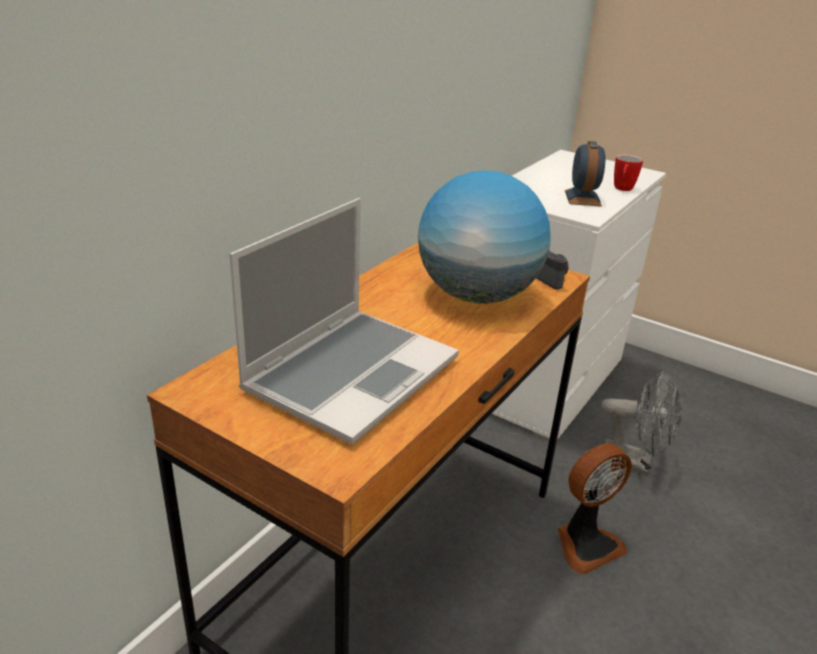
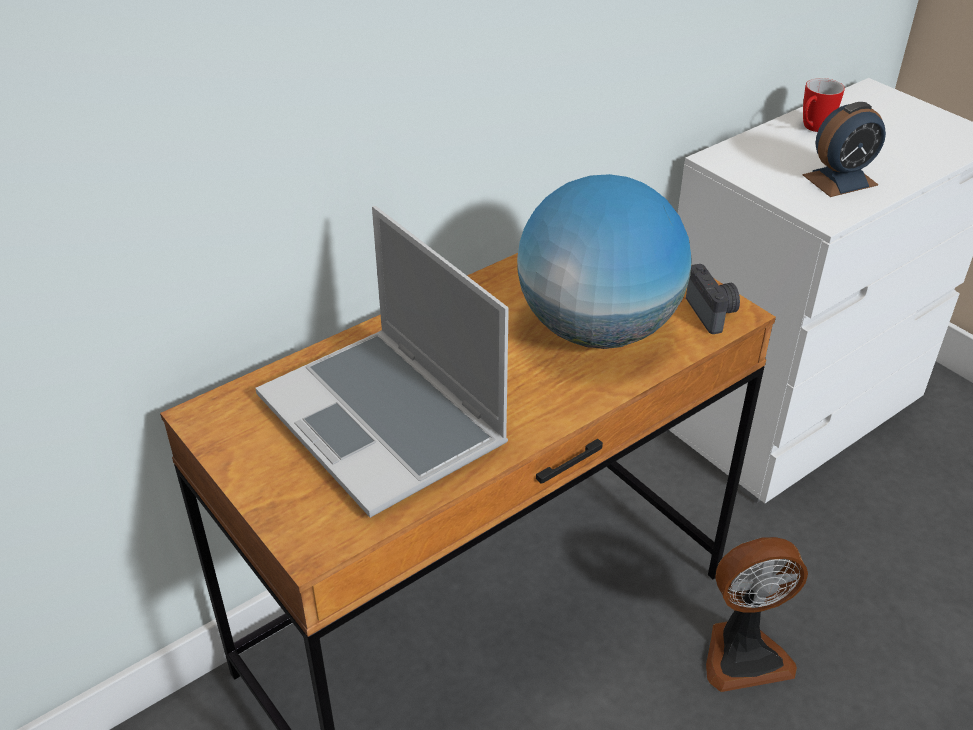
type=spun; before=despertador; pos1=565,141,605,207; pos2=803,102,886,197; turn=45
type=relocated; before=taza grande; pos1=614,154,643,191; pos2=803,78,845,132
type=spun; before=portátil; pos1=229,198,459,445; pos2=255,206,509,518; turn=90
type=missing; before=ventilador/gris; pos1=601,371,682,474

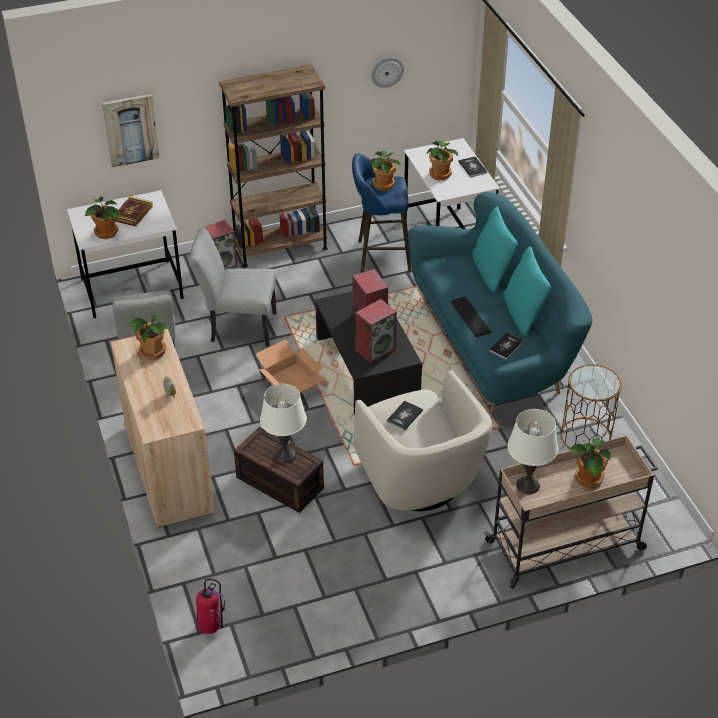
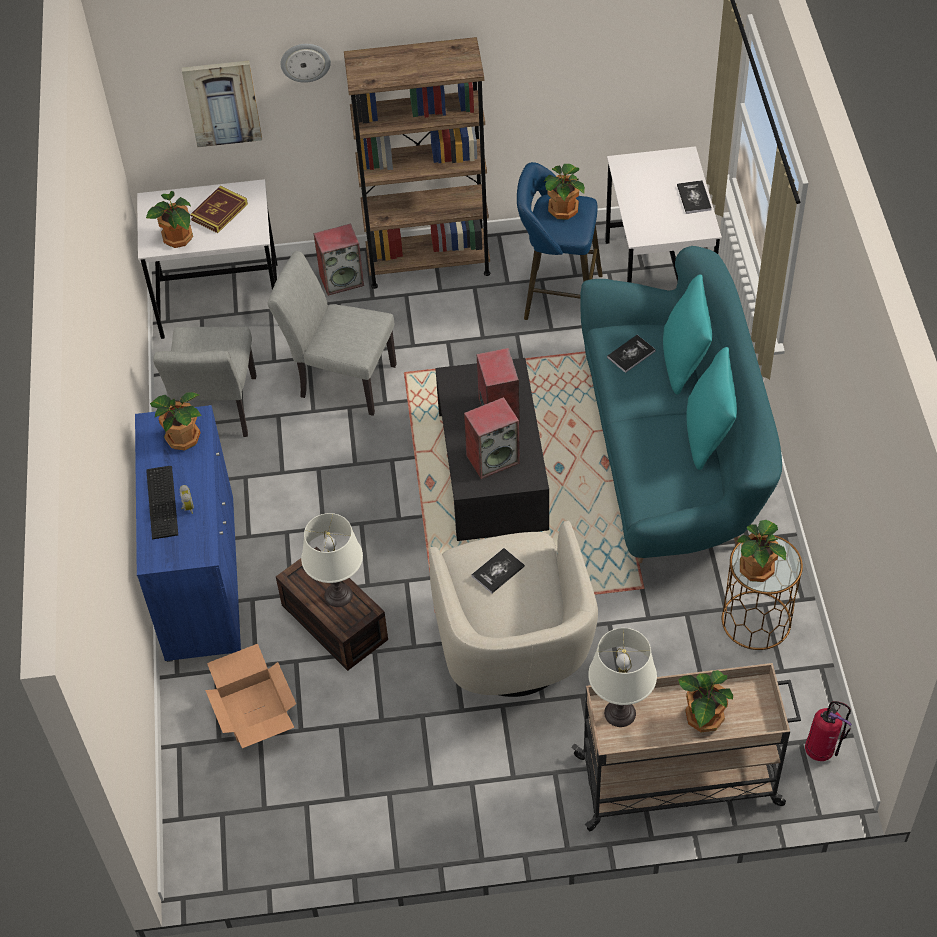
type=relocated; before=reloj de pared; pos1=371,57,404,88; pos2=280,44,331,83
type=relocated; before=planta en maceta; pos1=427,141,458,181; pos2=737,520,786,582
type=relocated; before=teclado; pos1=451,297,492,337; pos2=146,466,178,540
type=colour; before=armario/beis; after=armario/azul; pos1=111,329,214,528; pos2=135,405,241,662
type=relocated; before=libro; pos1=489,332,524,360; pos2=607,335,656,373
type=relocated; before=caja de cartón; pos1=255,339,326,393; pos2=205,644,296,748
type=relocated; before=extintor; pos1=196,579,225,634; pos2=805,701,852,761

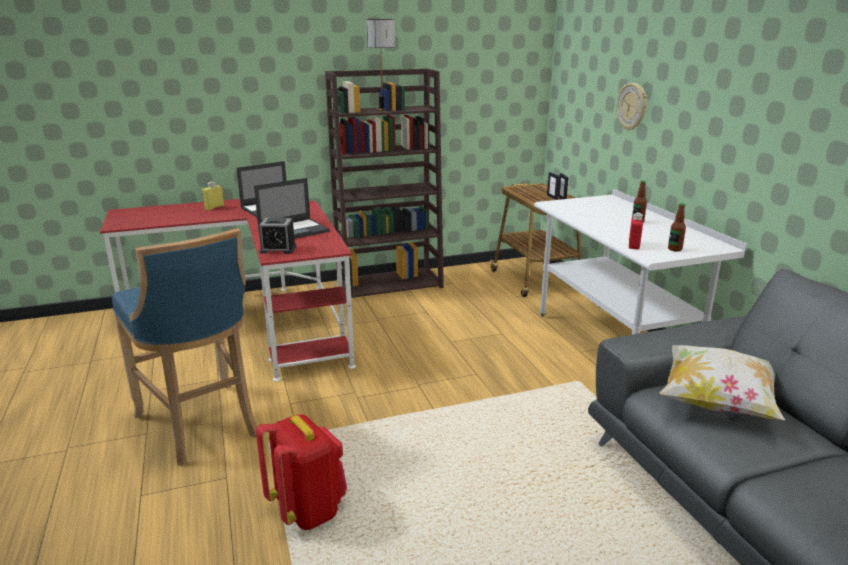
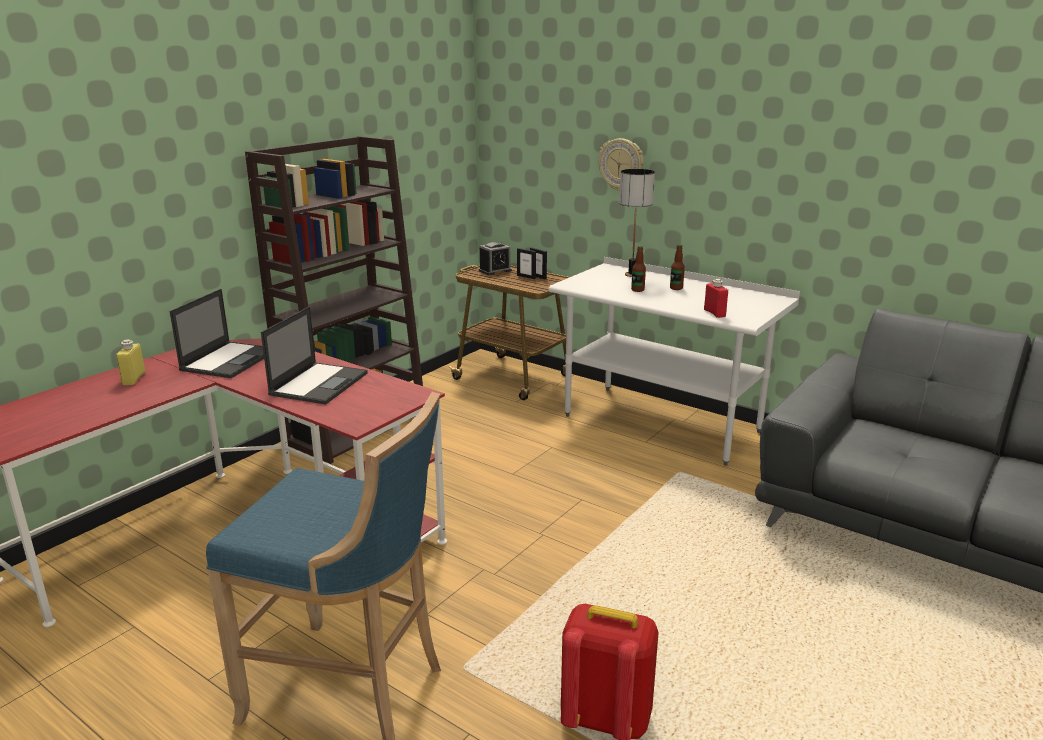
type=relocated; before=lámpara de mesa; pos1=366,19,395,111; pos2=619,169,655,277
type=relocated; before=botella; pos1=668,203,686,252; pos2=631,245,646,292
type=relocated; before=despertador; pos1=259,217,296,254; pos2=479,242,512,275
type=missing; before=cojín; pos1=660,345,785,420

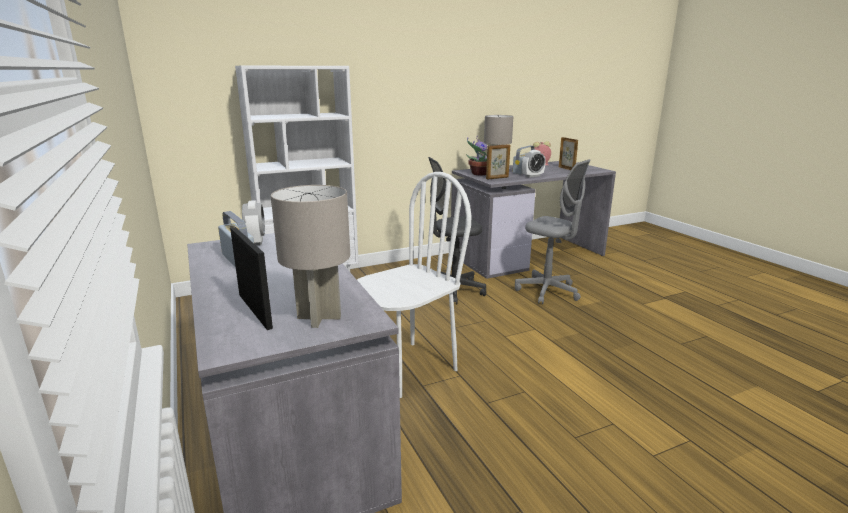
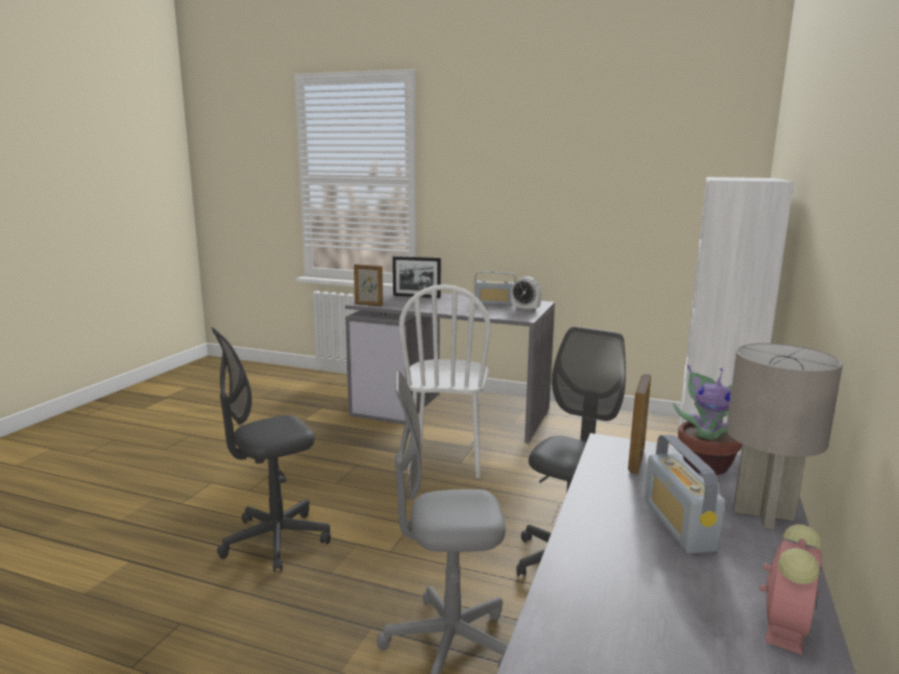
type=relocated; before=portarretratos; pos1=559,137,578,170; pos2=354,264,383,306
type=missing; before=despertador; pos1=522,150,546,178
type=missing; before=lámpara de mesa/gris; pos1=271,185,350,328
type=appeared; after=silla de oficina/gris; pos2=211,327,331,572

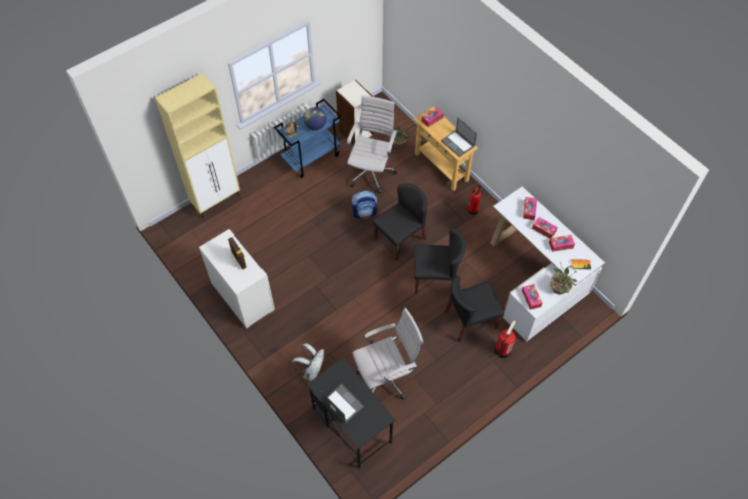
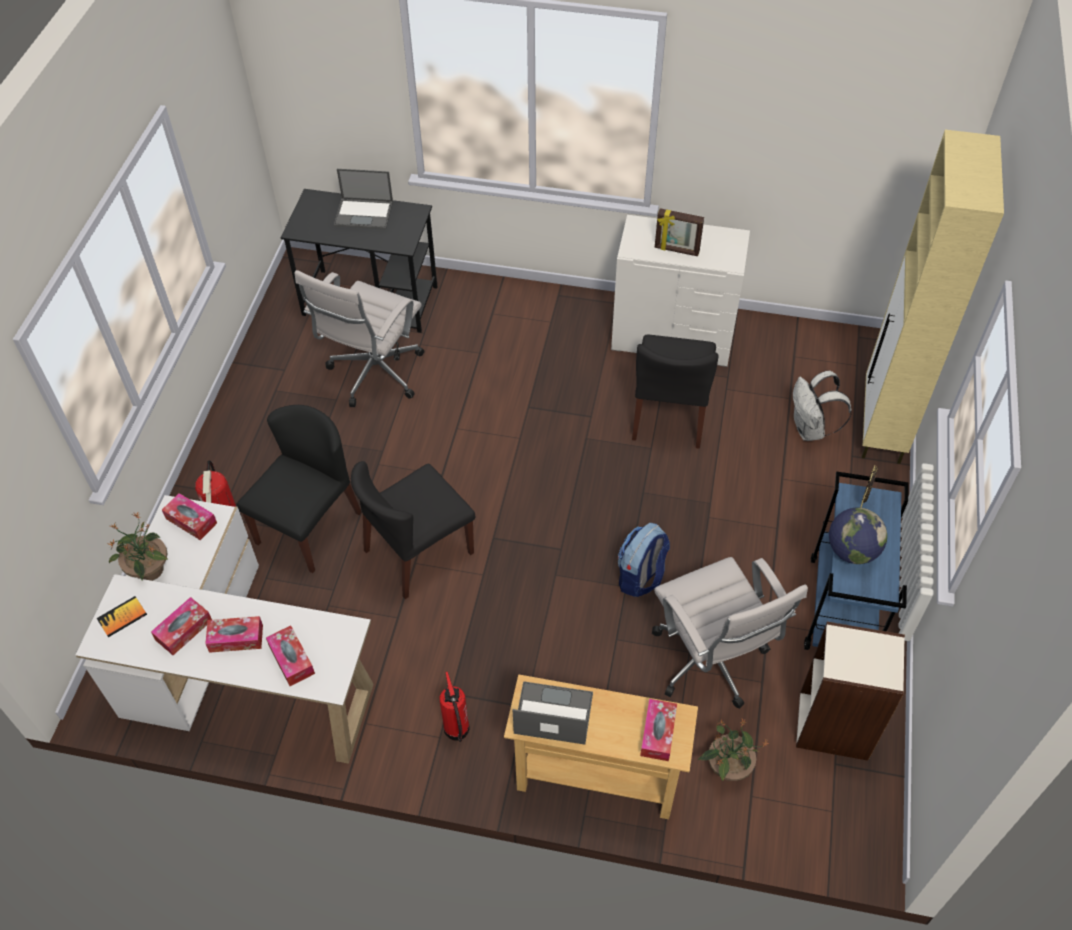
type=relocated; before=silla/negro; pos1=372,183,427,261; pos2=632,335,719,449
type=relocated; before=mochila/blanco; pos1=292,343,324,381; pos2=793,371,851,441

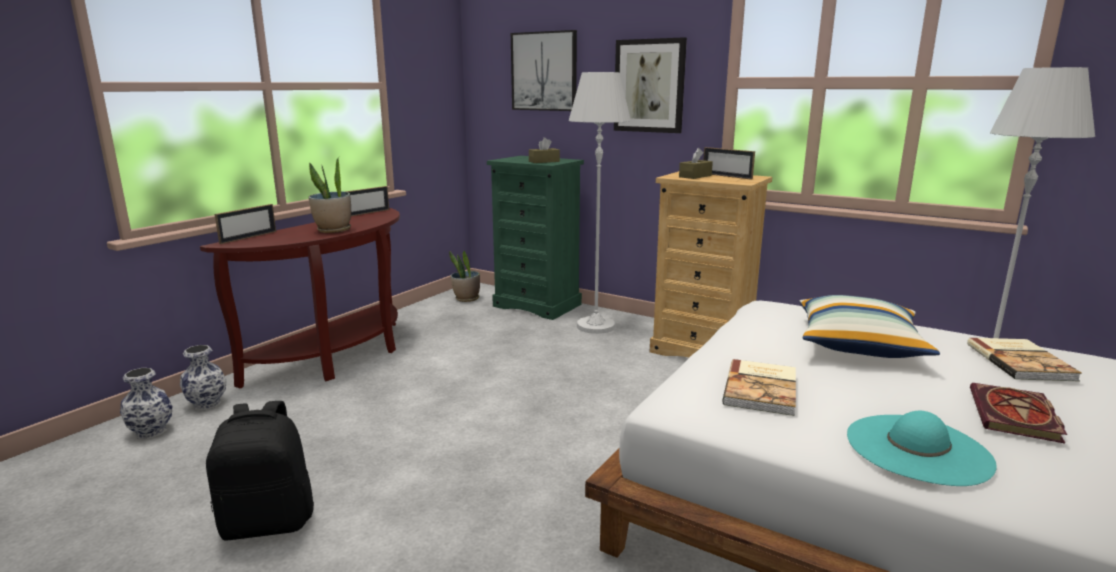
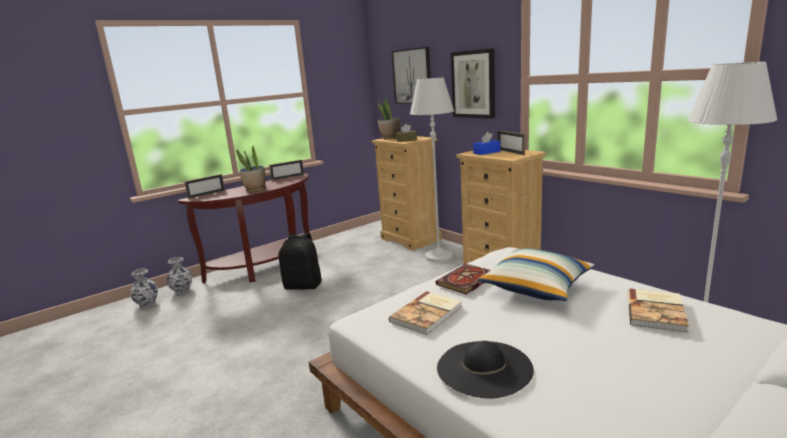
type=colour; before=caja de pañuelos/marrón; after=caja de pañuelos/azul; pos1=679,148,713,179; pos2=473,132,500,155
type=colour; before=cómoda/verde; after=cómoda/beis; pos1=487,156,584,320; pos2=372,136,441,251
type=relocated; before=planta en maceta; pos1=449,251,480,302; pos2=377,98,400,139
type=relocated; before=libro; pos1=970,383,1067,444; pos2=435,264,491,294
type=relocated; before=mochila/negro; pos1=206,401,314,541; pos2=279,233,322,290
type=colour; before=sombrero/turquesa; after=sombrero/negro; pos1=847,411,997,486; pos2=437,341,534,399

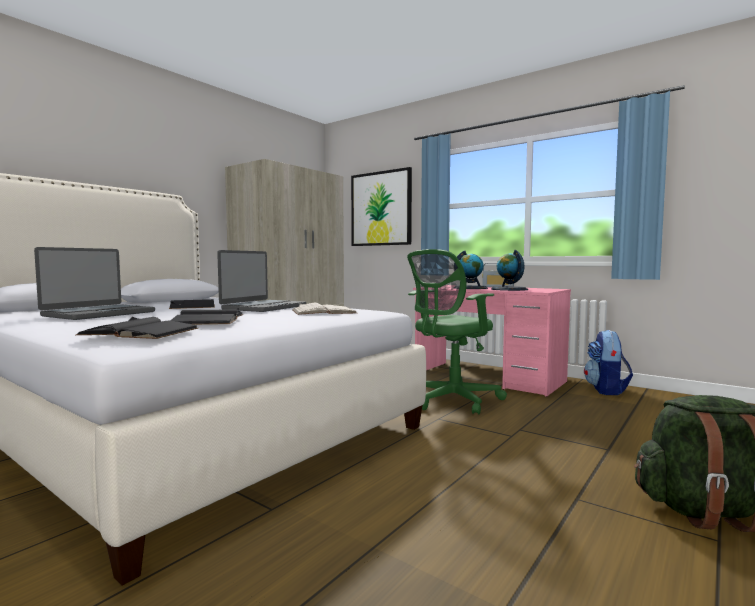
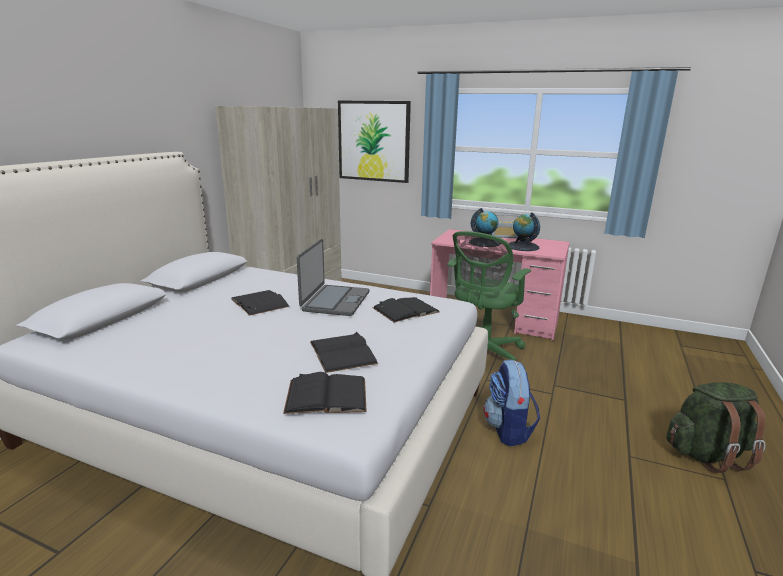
type=missing; before=portátil; pos1=34,247,155,320
type=colour; before=libro/blanco; after=libro/negro; pos1=292,303,357,315; pos2=372,297,439,323
type=relocated; before=mochila; pos1=584,330,633,395; pos2=484,359,540,446

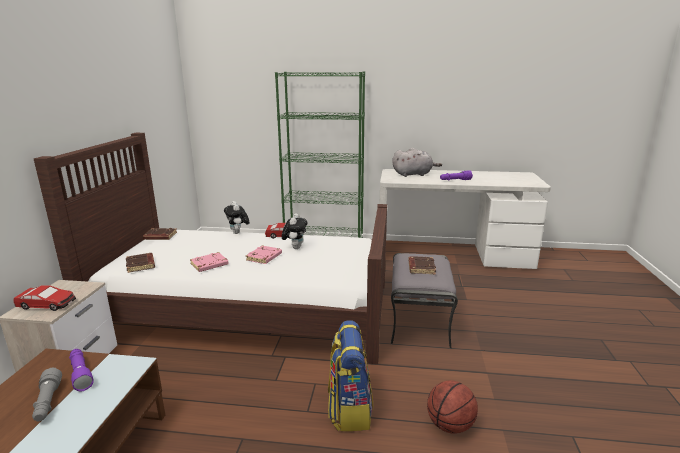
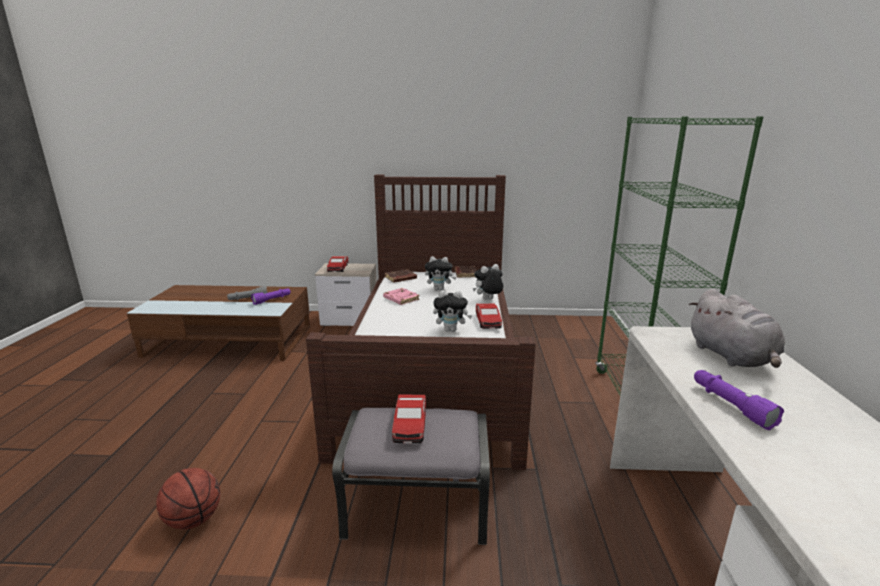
type=missing; before=libro/rosa; pos1=246,245,282,264
type=exchanged; before=libro/marrón; after=coche de juguete; pos1=408,256,436,274; pos2=392,395,426,443
type=missing; before=mochila; pos1=328,320,373,431
type=appeared; after=peluche; pos2=425,256,456,290

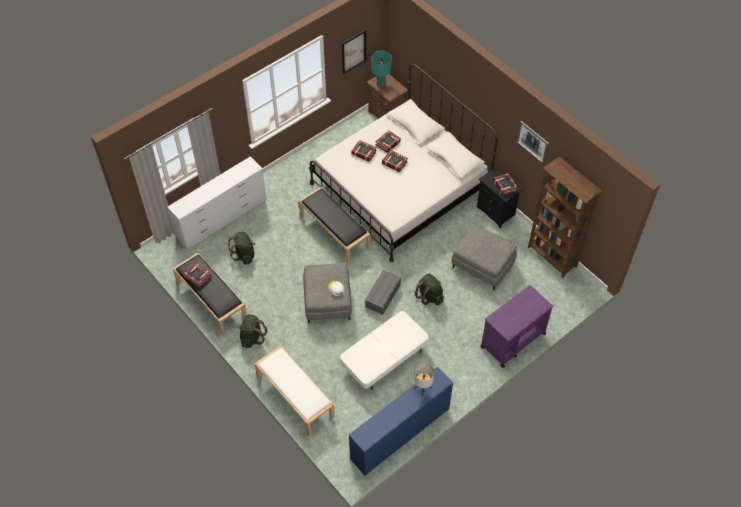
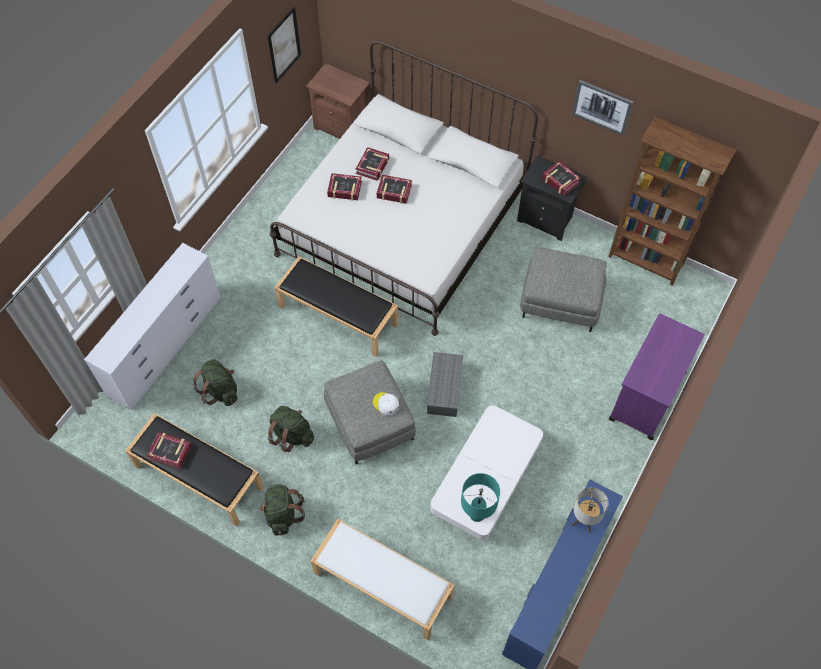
type=relocated; before=lámpara de mesa/turquesa; pos1=371,50,392,87; pos2=461,473,500,522
type=relocated; before=mochila/verde; pos1=415,274,444,305; pos2=268,406,314,452

